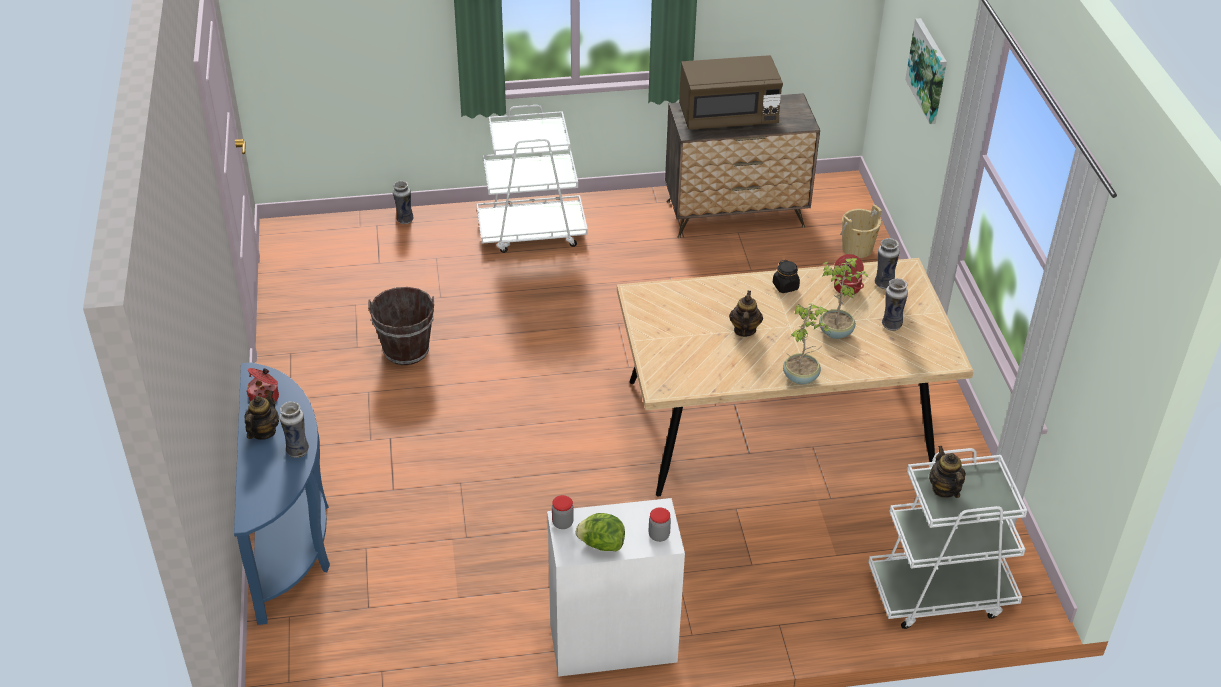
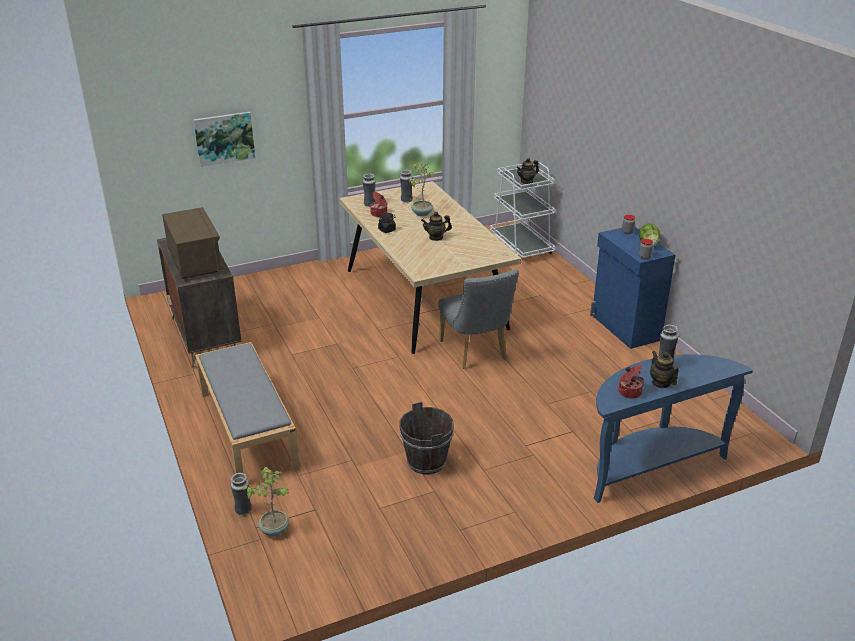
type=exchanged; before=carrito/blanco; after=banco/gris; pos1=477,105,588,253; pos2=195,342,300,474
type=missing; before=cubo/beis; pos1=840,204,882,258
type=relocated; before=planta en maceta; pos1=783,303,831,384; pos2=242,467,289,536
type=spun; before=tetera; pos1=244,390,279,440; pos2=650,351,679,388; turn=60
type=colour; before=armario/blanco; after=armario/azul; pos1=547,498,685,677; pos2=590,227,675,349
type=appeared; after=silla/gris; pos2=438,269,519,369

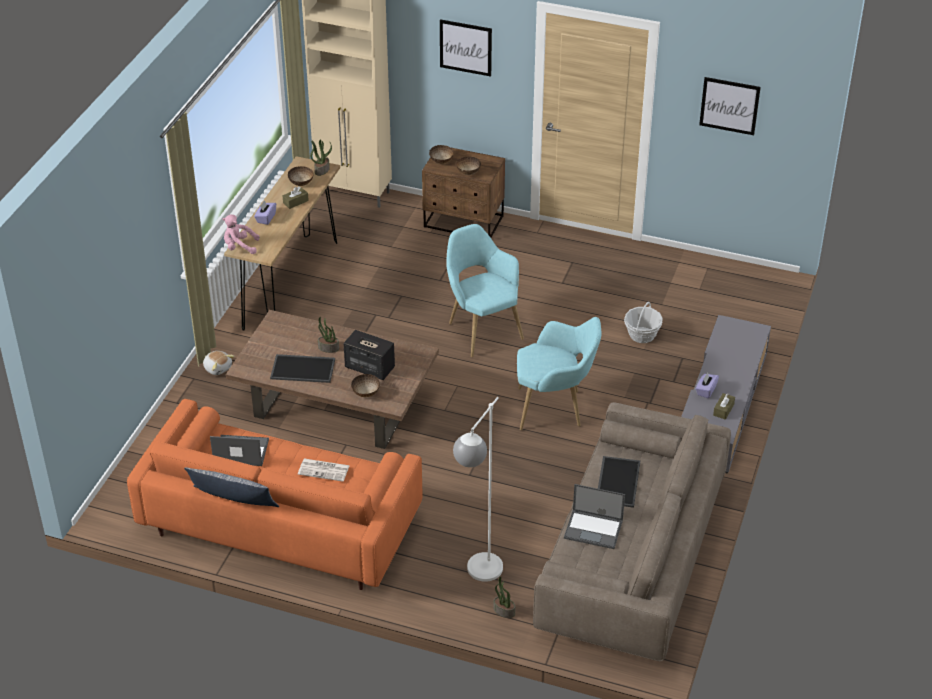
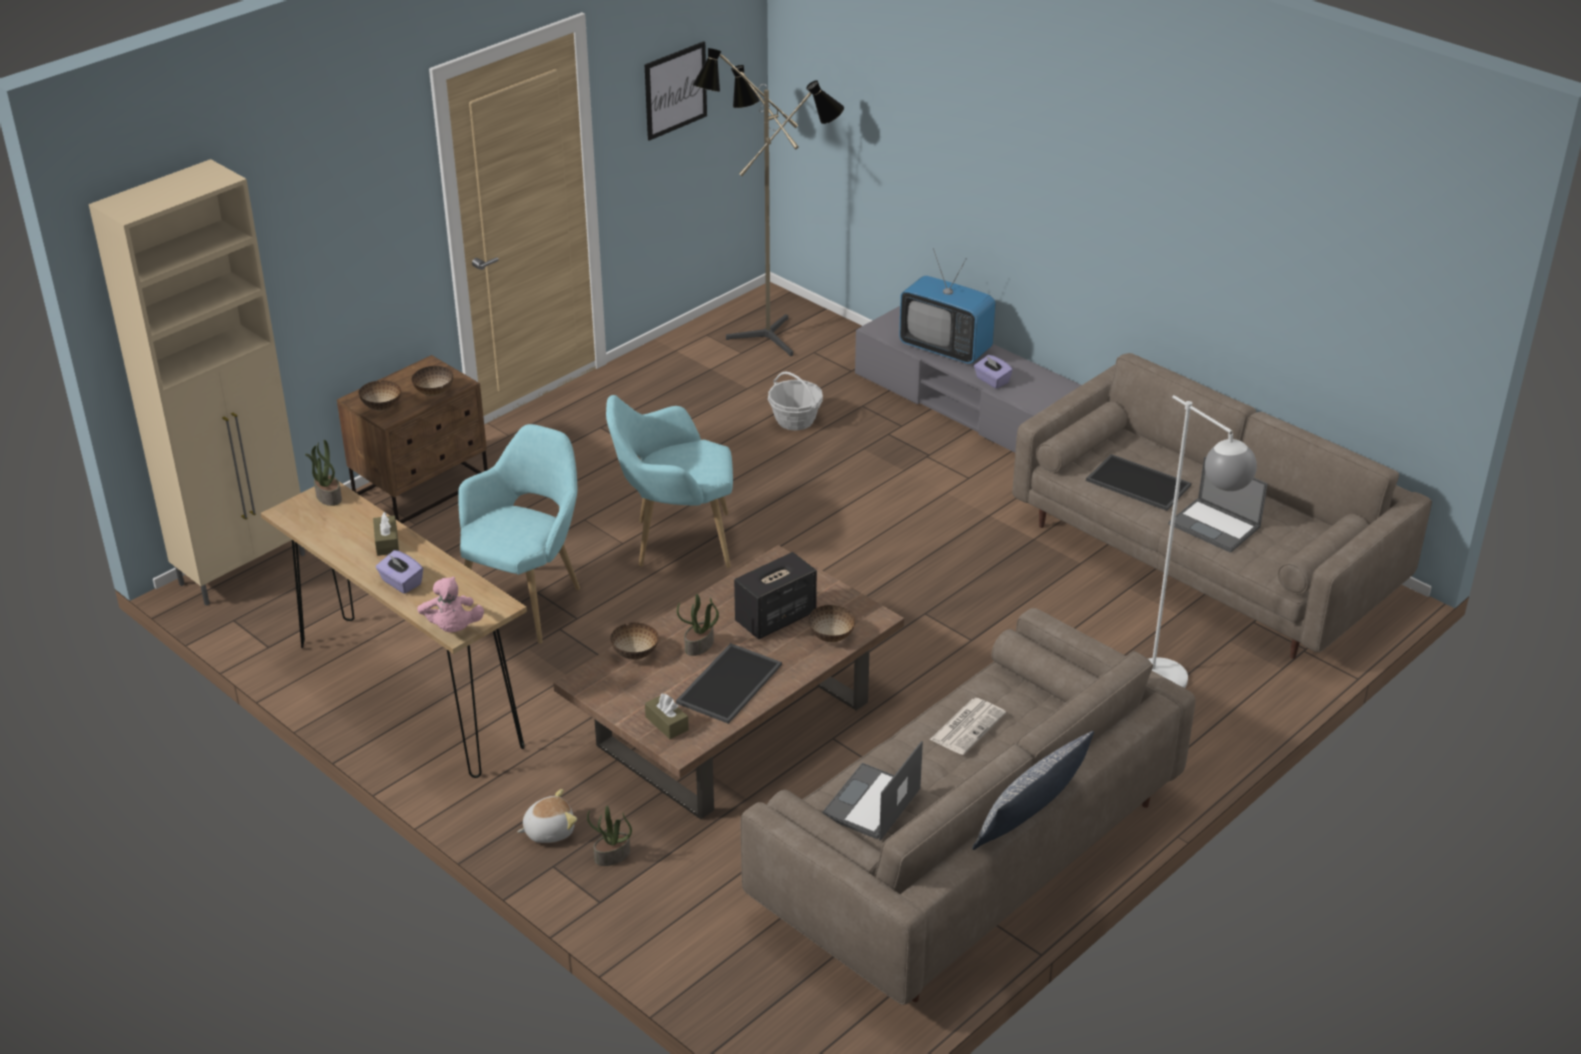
type=missing; before=cuadro; pos1=440,19,492,77
type=relocated; before=cuenco; pos1=288,166,314,186; pos2=610,622,659,660
type=spun; before=peluche/rosa; pos1=223,214,259,254; pos2=417,577,484,632; turn=-45
type=relocated; before=sillón/turquesa; pos1=517,317,601,430; pos2=458,424,580,644
type=relocated; before=caja de pañuelos/marrón; pos1=713,393,735,420; pos2=645,693,689,739
type=colour; before=sofá/naranja; after=sofá/beis; pos1=127,399,422,590; pos2=741,608,1195,1005
type=spun; before=portátil; pos1=564,484,625,549; pos2=1168,457,1268,553; turn=90
type=relocated; before=planta en maceta; pos1=493,577,515,618; pos2=587,806,632,866
type=appeared; after=lámpara de pie; pos2=693,48,844,356
type=appeared; after=televisor; pos2=899,248,996,364

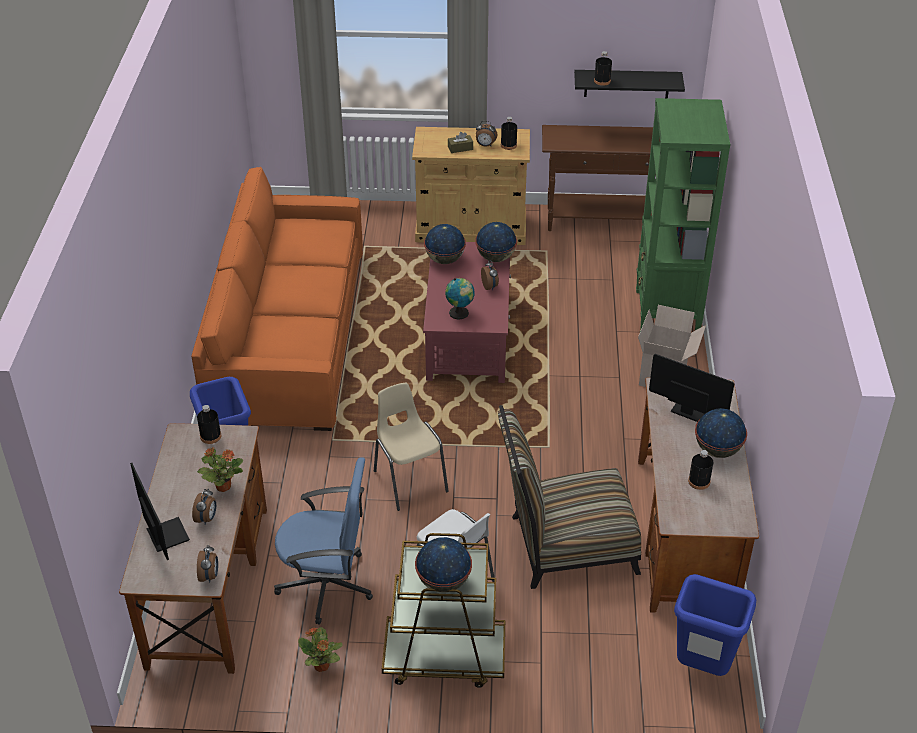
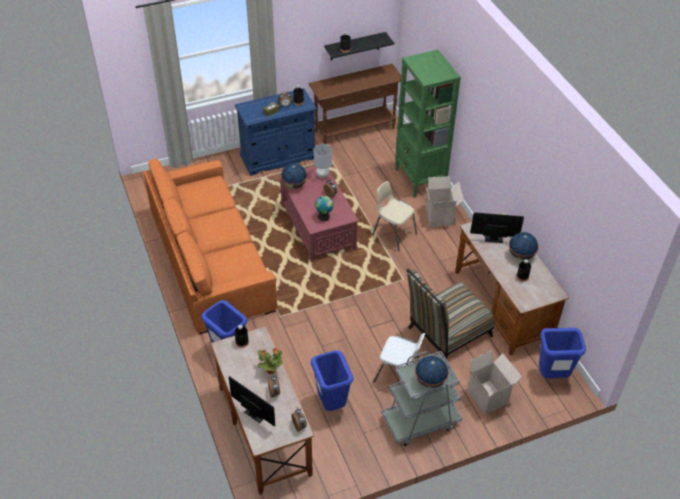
type=colour; before=armario/beis; after=armario/azul; pos1=412,127,530,245; pos2=235,88,317,176
type=exchanged; before=globo terráqueo; after=lámpara de mesa/gris; pos1=475,222,517,262; pos2=314,144,332,178
type=relocated; before=silla/beis; pos1=374,382,449,511; pos2=372,181,417,251
type=exchanged; before=silla de oficina/azul; after=papelera/azul; pos1=274,457,373,625; pos2=311,350,353,411
type=colour; before=carrito/marrón; after=carrito/gris; pos1=382,533,505,688; pos2=381,351,462,446
type=missing; before=planta en maceta; pos1=298,627,343,672
type=appeared; after=caja de cartón; pos2=467,350,522,415

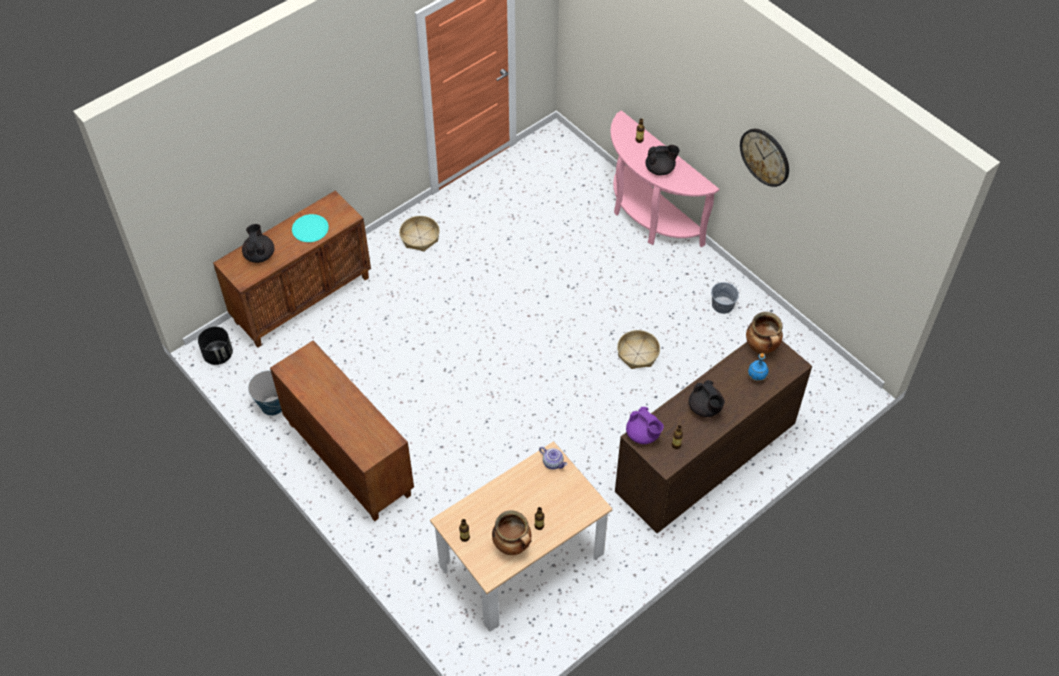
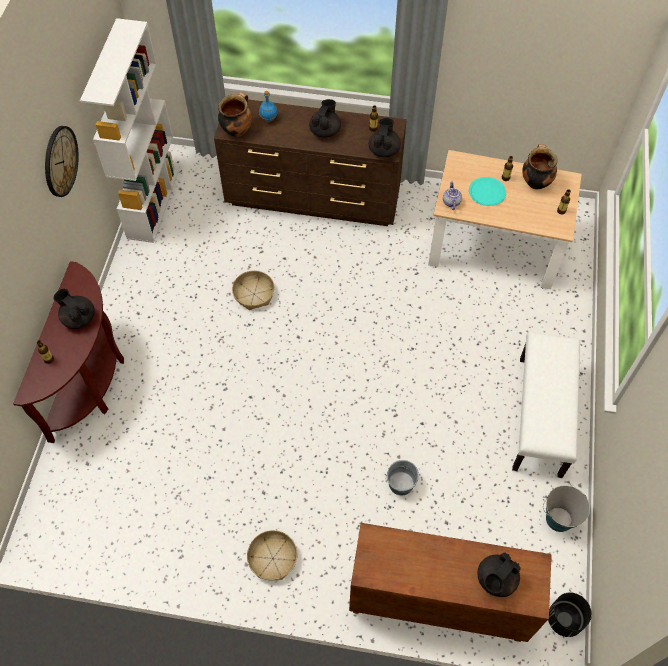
type=colour; before=mesa consola/rosa; after=mesa consola/marrón; pos1=610,110,719,247; pos2=13,261,124,443
type=relocated; before=plato/turquesa; pos1=292,214,329,242; pos2=469,177,506,206
type=relocated; before=cubo/gris; pos1=711,282,739,314; pos2=387,460,419,495
type=exchanged; before=armario/marrón; after=banco/blanco; pos1=270,340,414,521; pos2=512,332,580,478
type=colour; before=tetera/morado; after=tetera/negro; pos1=626,407,664,444; pos2=369,118,401,157
type=appeared; after=estantería/blanco; pos2=80,18,180,243

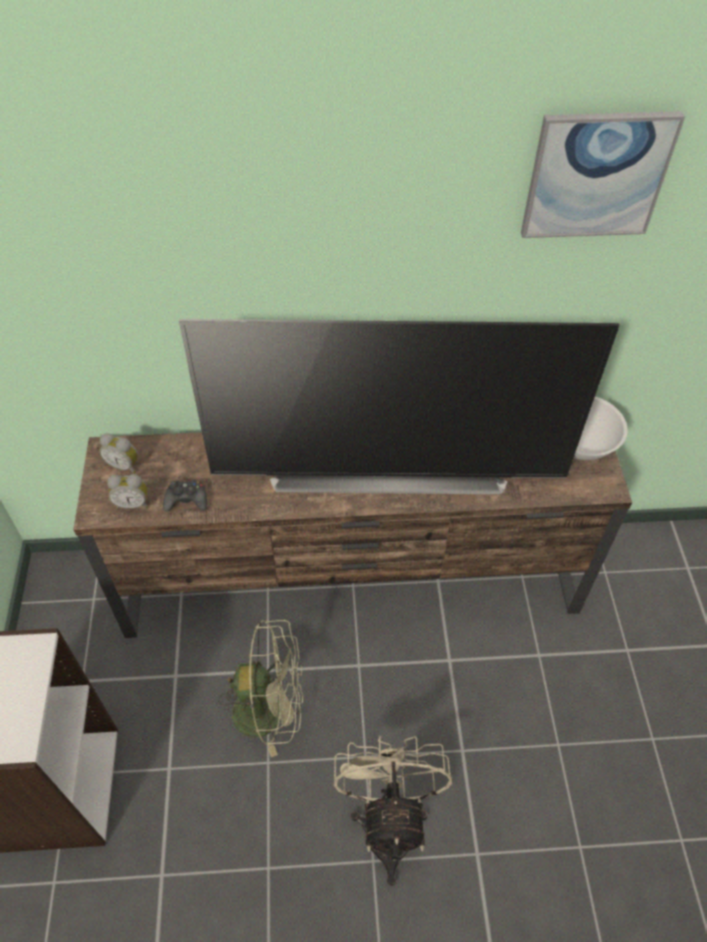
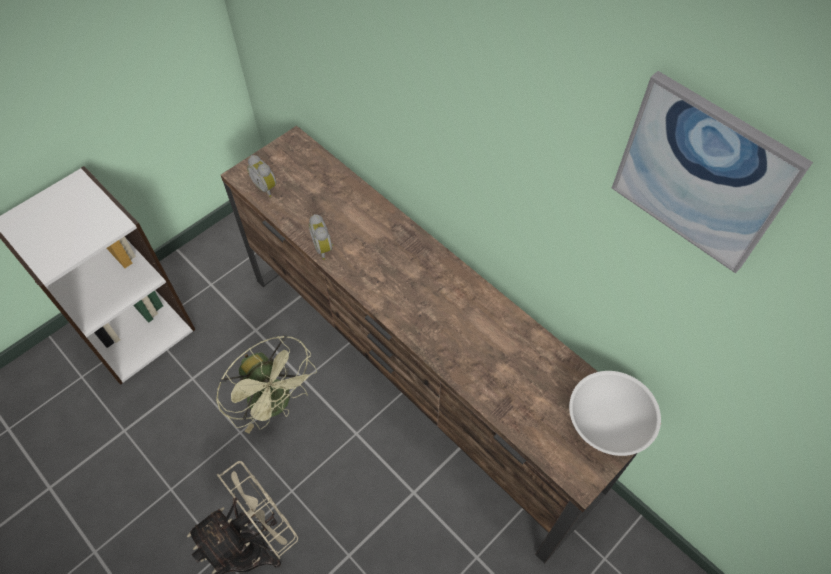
type=missing; before=televisor; pos1=179,319,620,494
type=relocated; before=despertador; pos1=99,433,138,473; pos2=309,214,334,260
type=missing; before=mando de consola/negro; pos1=163,480,207,512

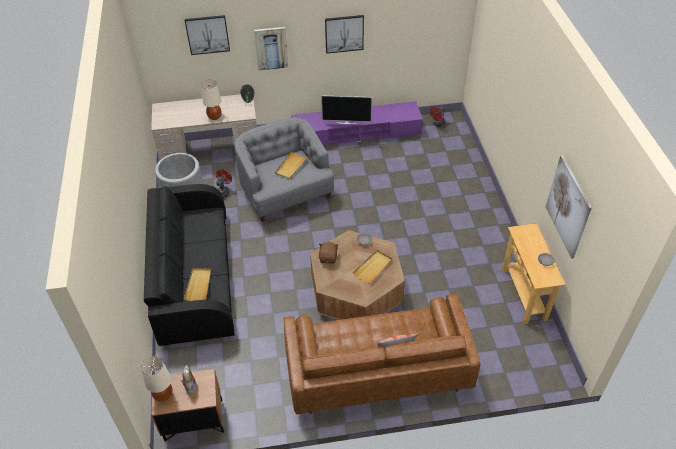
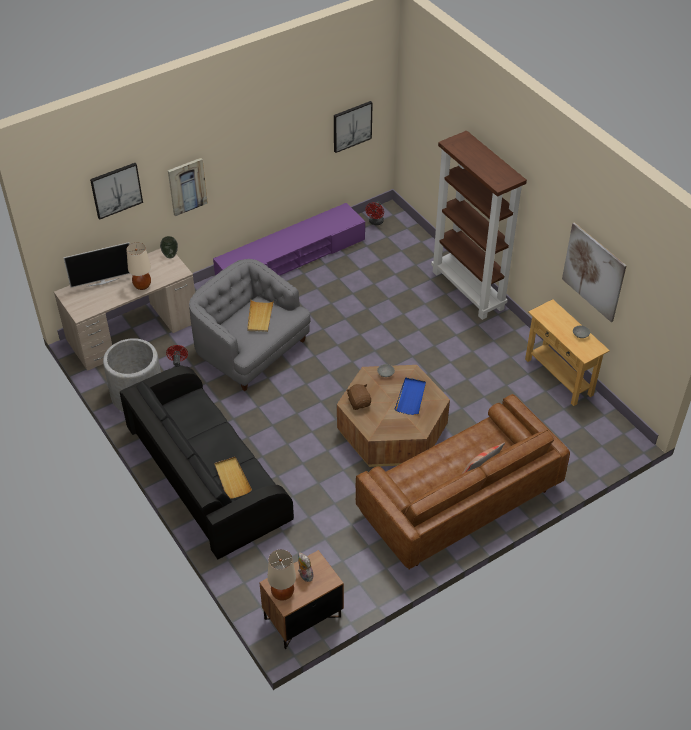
type=relocated; before=cuadro; pos1=325,15,364,54; pos2=334,101,373,153
type=relocated; before=televisor; pos1=321,95,372,125; pos2=63,242,130,288
type=colour; before=bandeja/beis; after=bandeja/azul; pos1=352,250,392,284; pos2=394,377,426,415
type=appeared; after=estantería/marrón; pos2=431,131,527,320

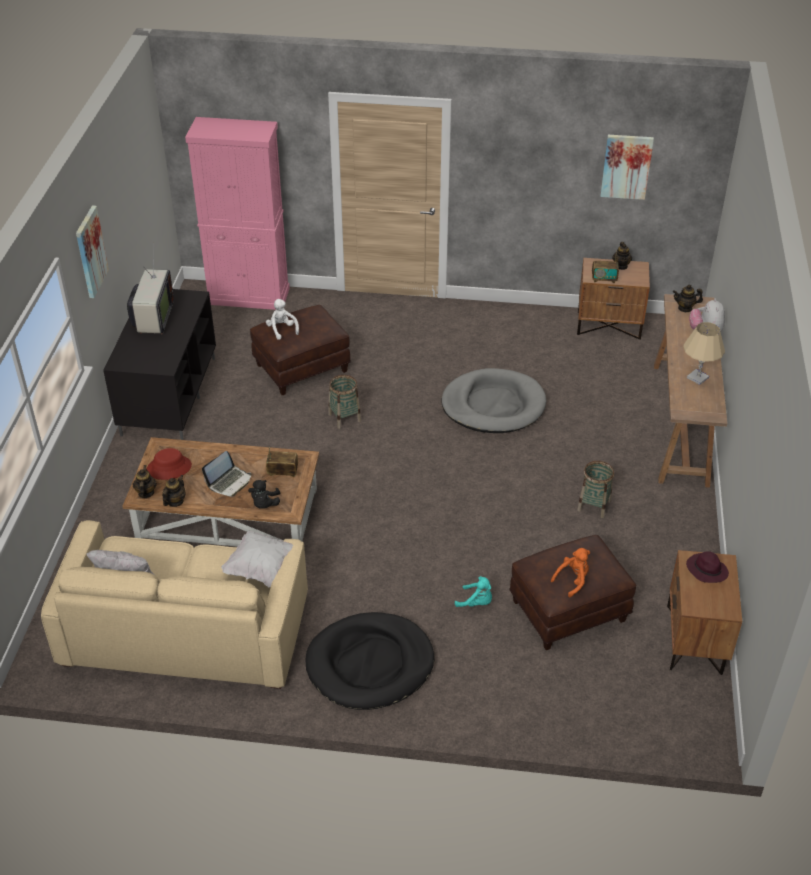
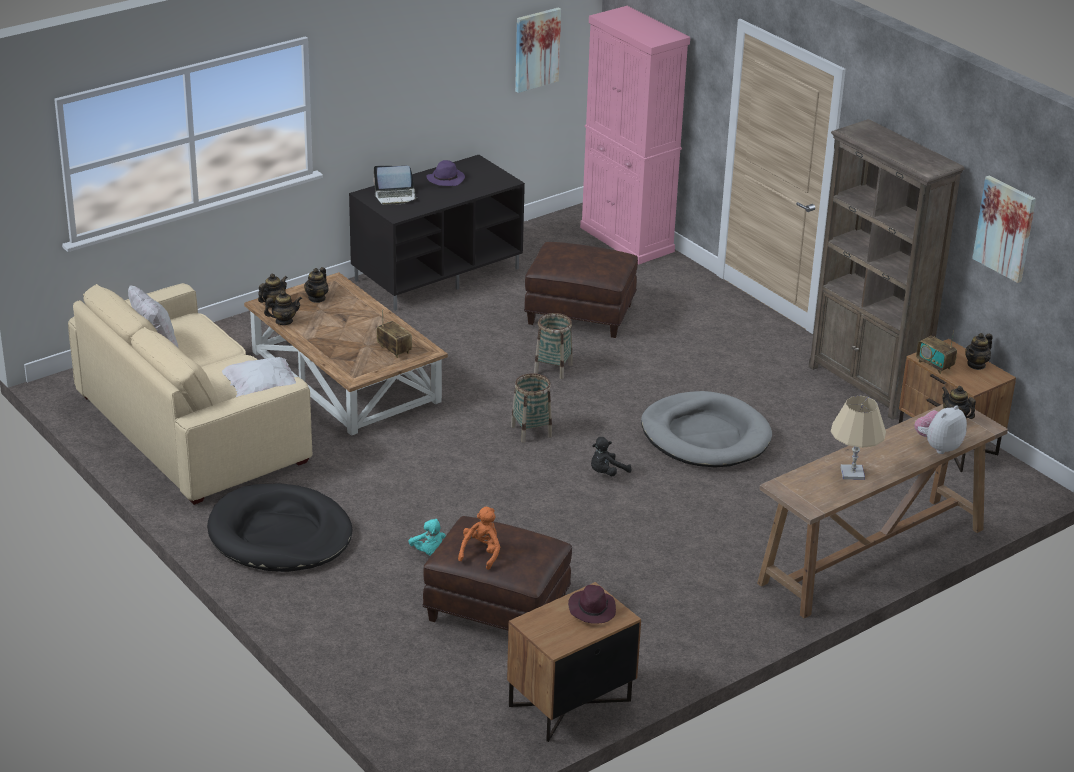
type=relocated; before=cuadro; pos1=76,206,109,298; pos2=515,8,561,93
type=exchanged; before=televisor; after=sombrero/morado; pos1=127,250,174,334; pos2=426,160,465,186
type=missing; before=peluche/blanco; pos1=266,299,299,340
type=exchanged; before=sombrero/rojo; after=tetera; pos1=147,448,192,480; pos2=304,267,329,303
type=relocated; before=portátil; pos1=202,451,251,497; pos2=373,166,418,205
type=relocated; before=cesta; pos1=577,461,614,518; pos2=511,373,552,443
type=relocated; before=peluche/negro; pos1=248,480,281,509; pos2=591,437,632,476
type=spun; before=peluche/naranja; pos1=551,548,590,597; pos2=458,507,500,570; turn=-75
type=appeared; after=estantería/marrón; pos2=809,119,965,420

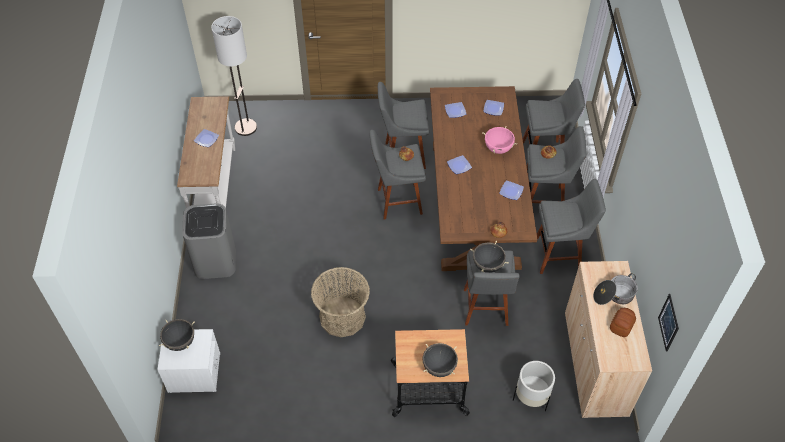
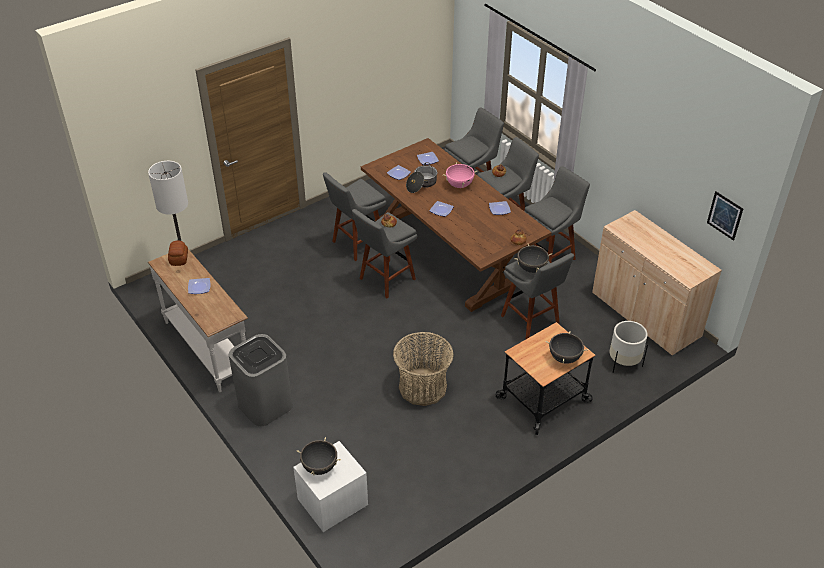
type=relocated; before=olla; pos1=593,273,638,305; pos2=406,162,437,193
type=relocated; before=pan; pos1=610,308,636,337; pos2=168,241,188,266

